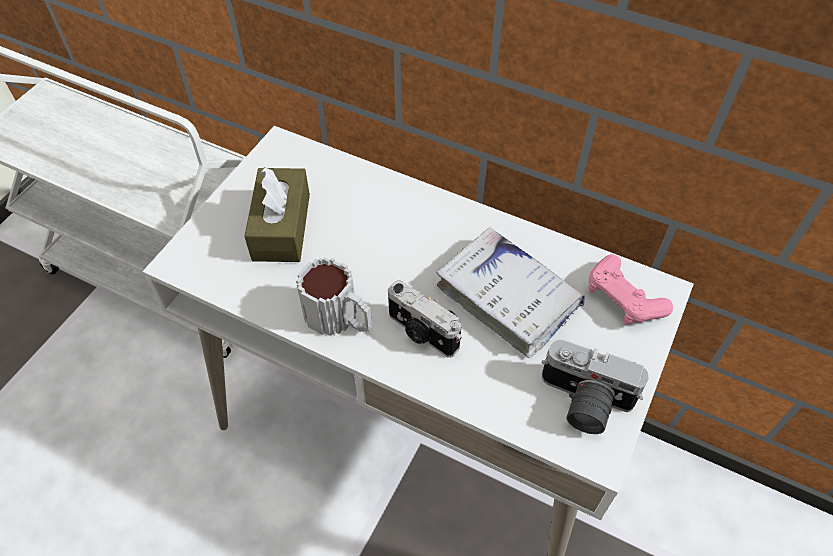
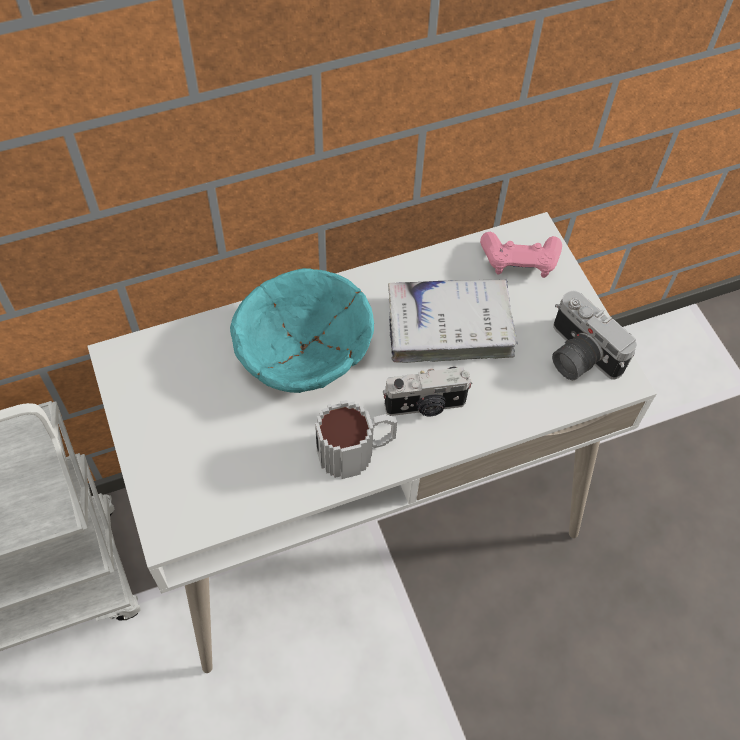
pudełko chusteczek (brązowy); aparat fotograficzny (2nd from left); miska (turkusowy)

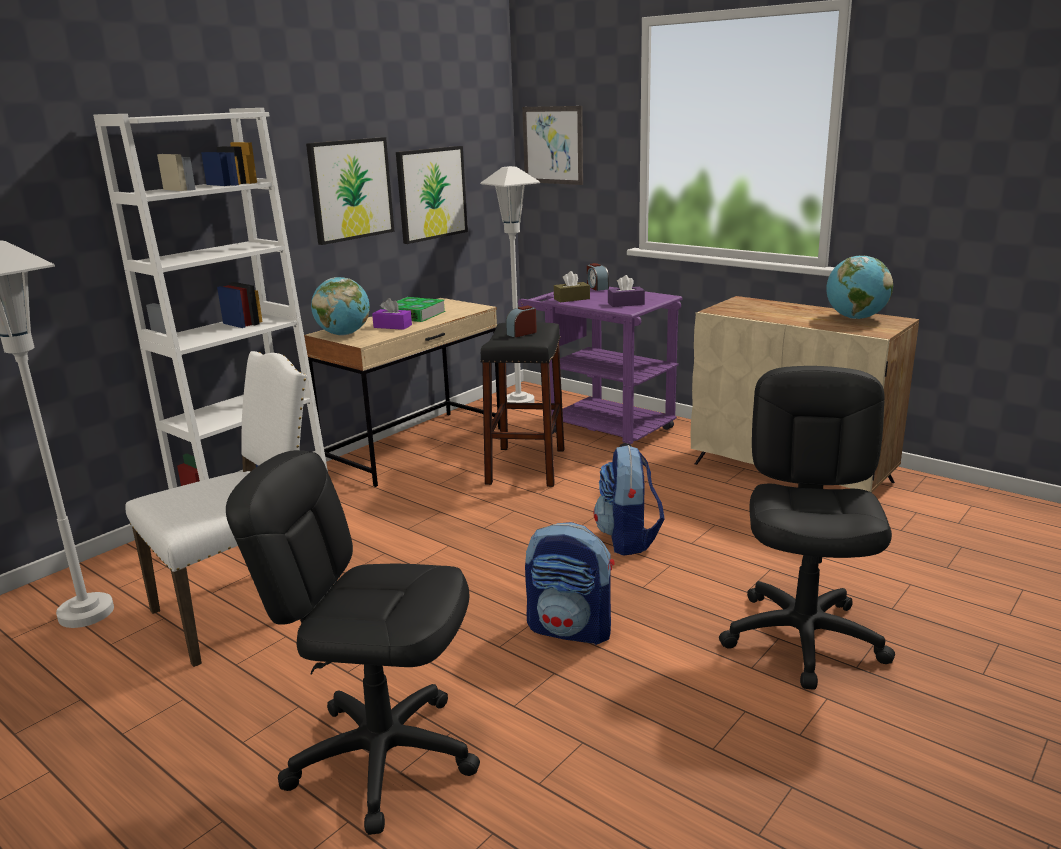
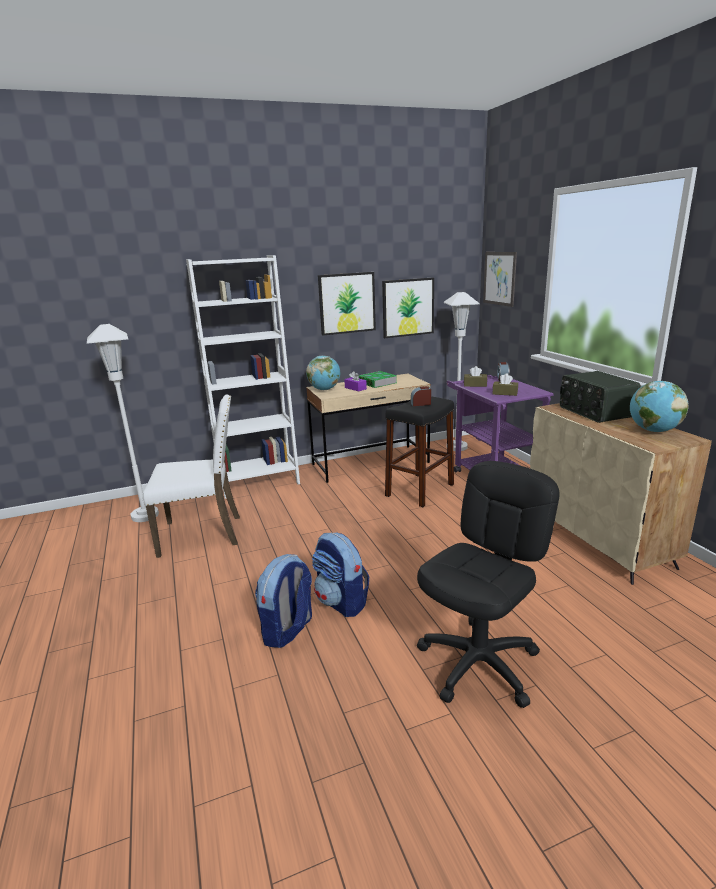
krzesło biurowe (czarny) (1st from left in the first image); plecak (1st from left); pudełko chusteczek (brązowy) (2nd from left); radio

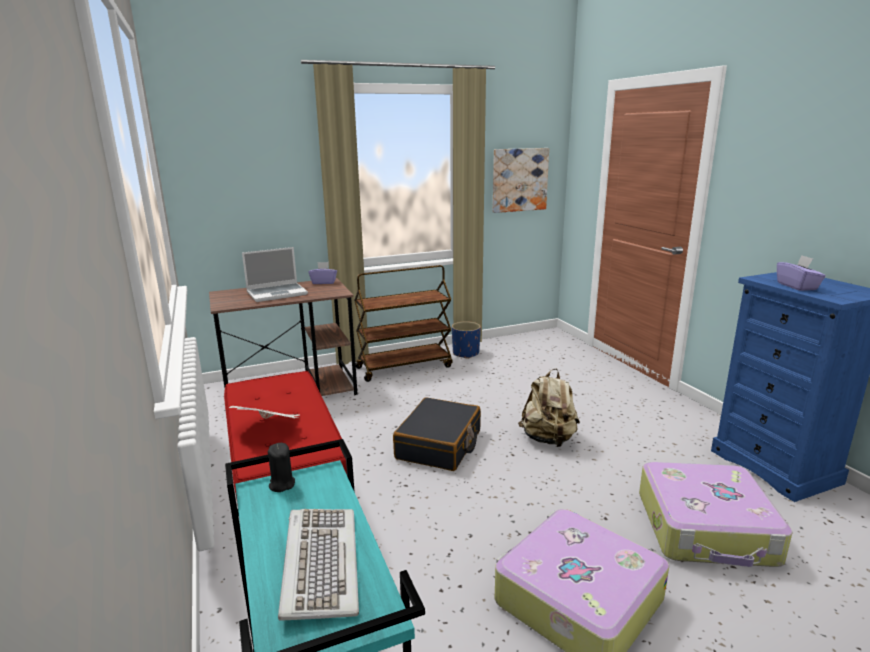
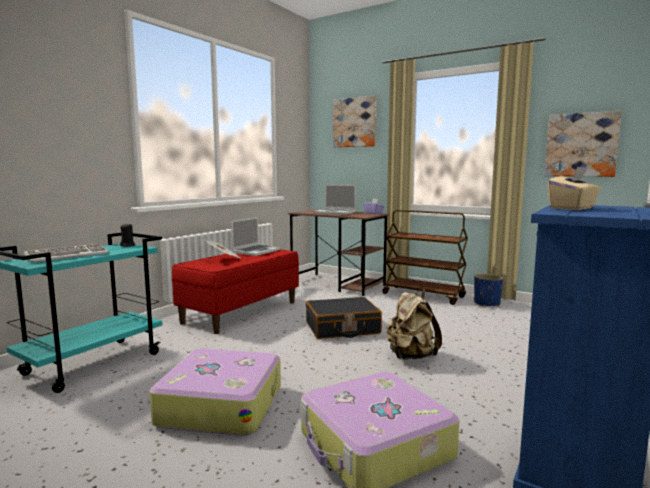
pudełko chusteczek (beżowy); laptop (1st from left); obraz (1st from left)

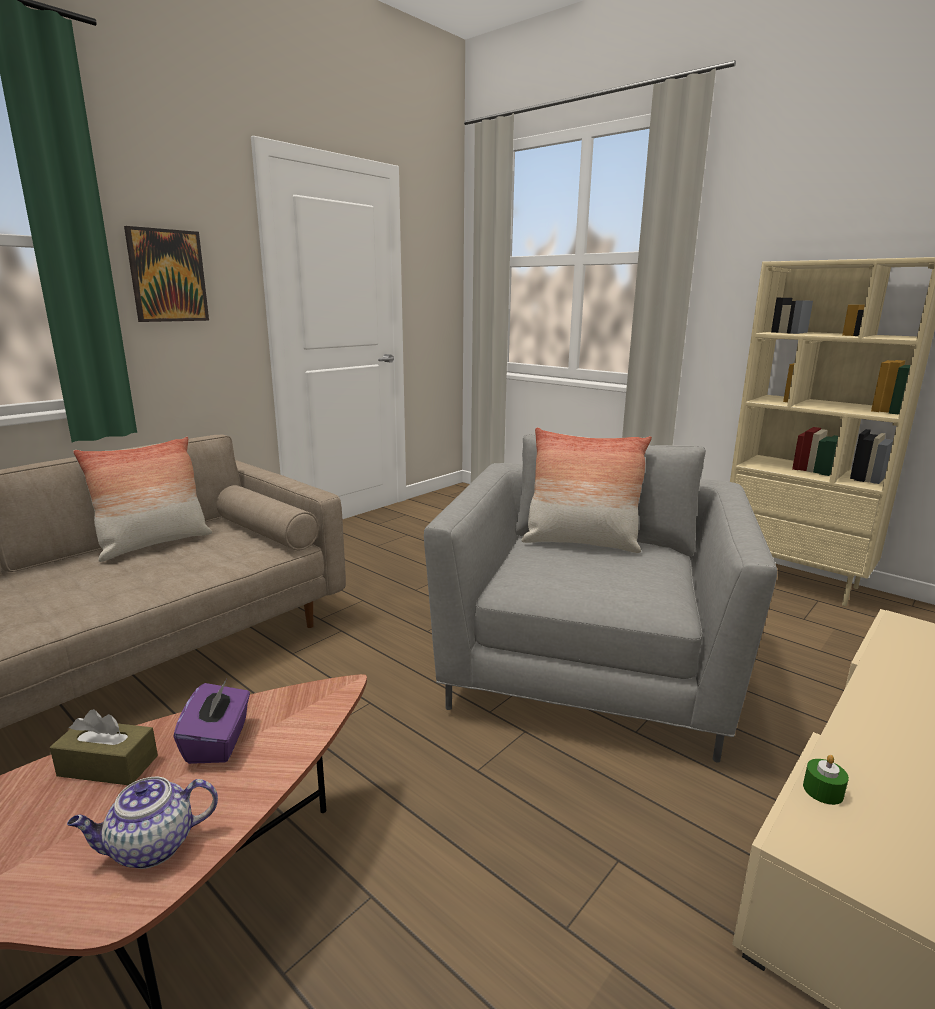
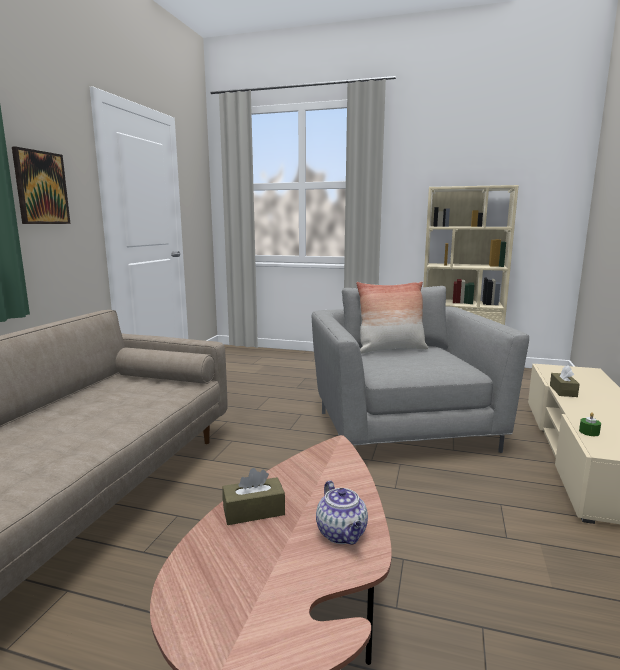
imbryk; poduszka (1st from left in the first image); pudełko chusteczek (fioletowy); pudełko chusteczek (brązowy) (2nd from left)

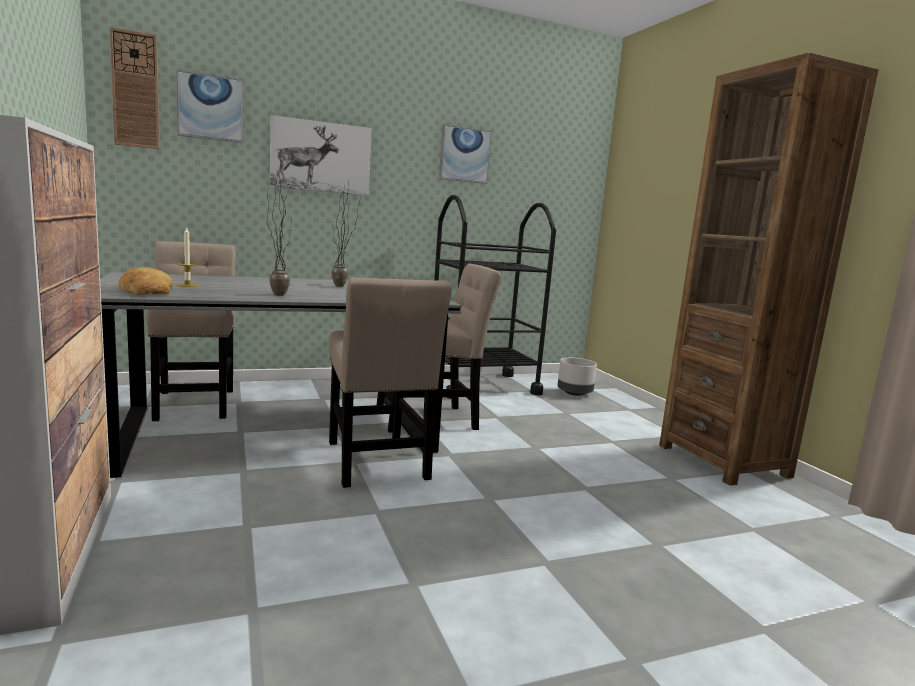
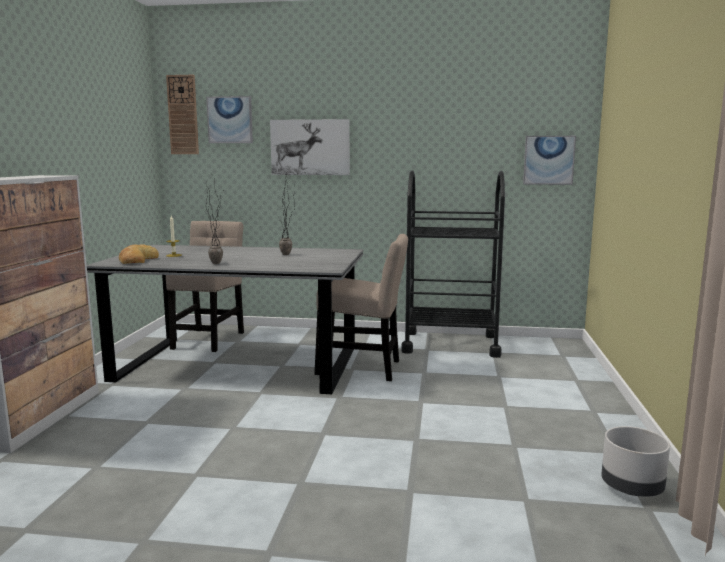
krzesło (beżowy) (2nd from left in the first image); obraz (3rd from left); donica (szary); regał (brązowy)

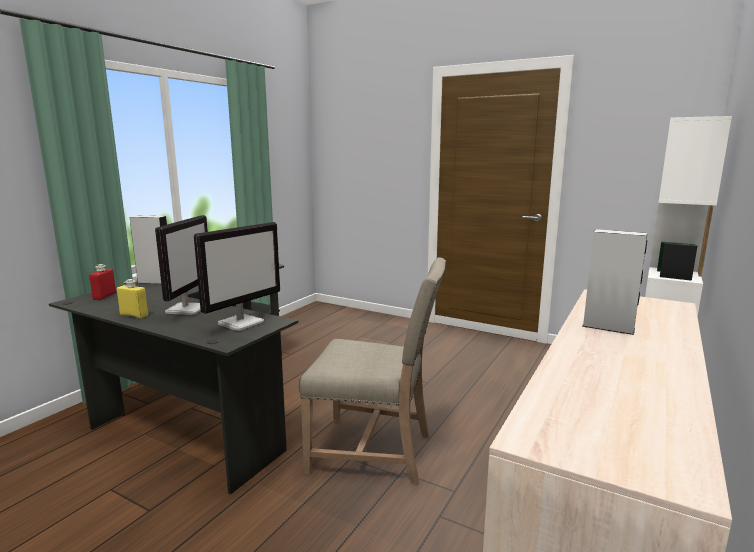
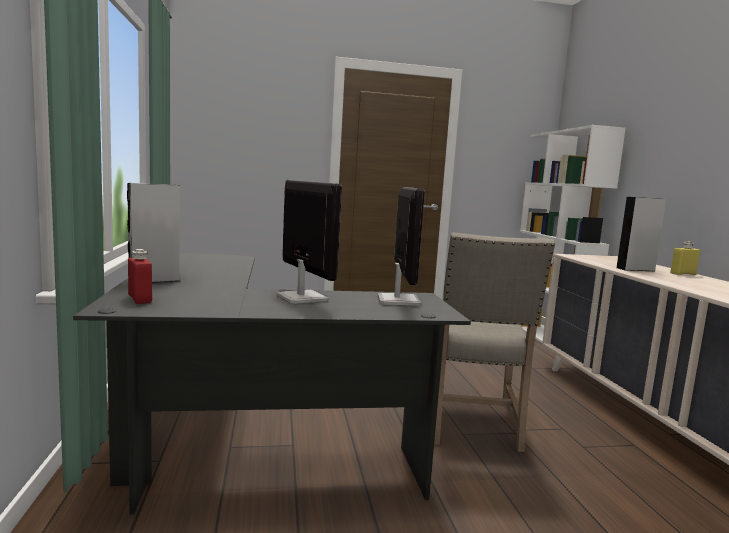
butelka (żółty); krzesło (beżowy)

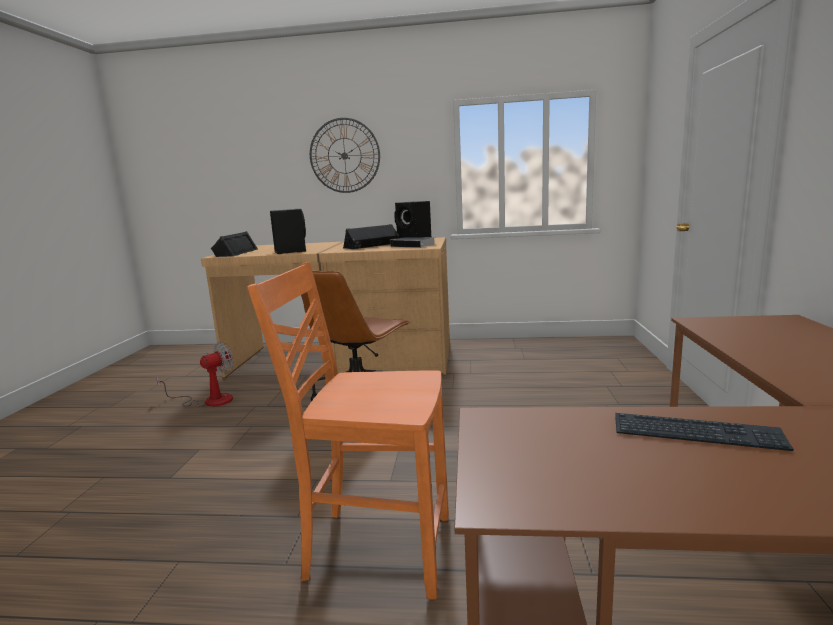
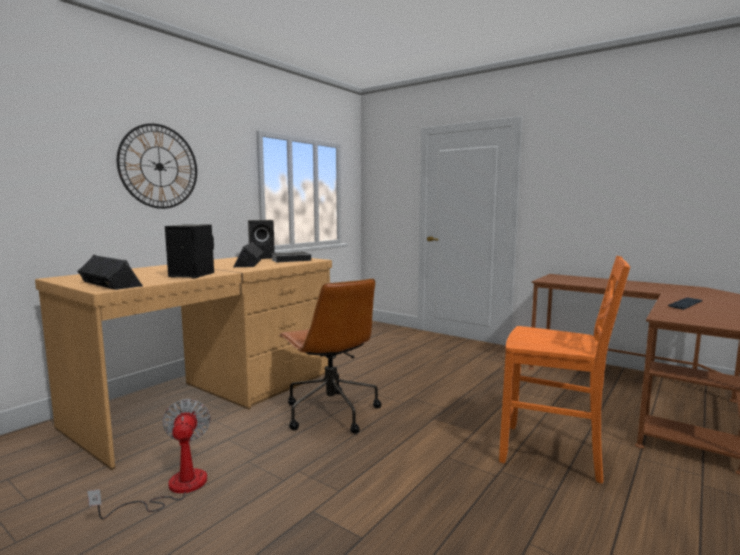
krzesło (pomarańczowy)

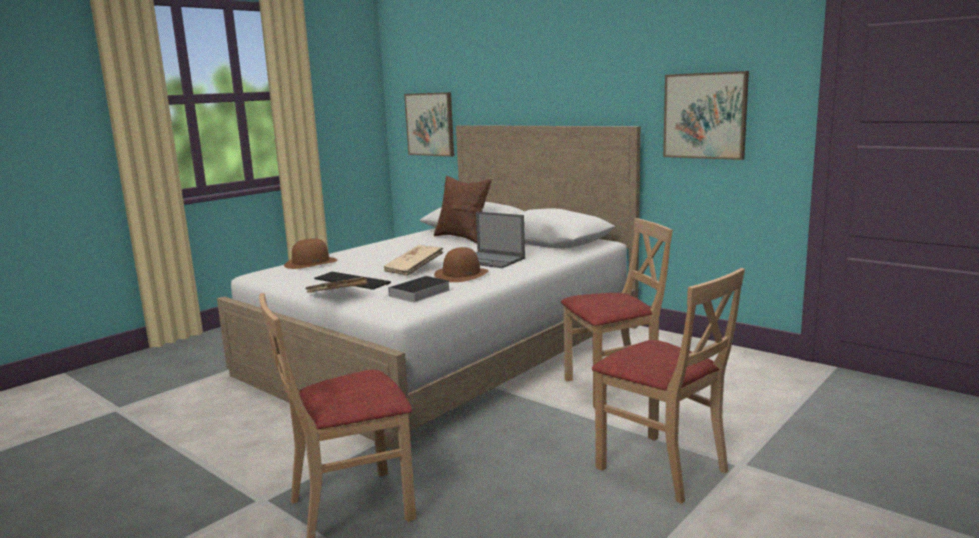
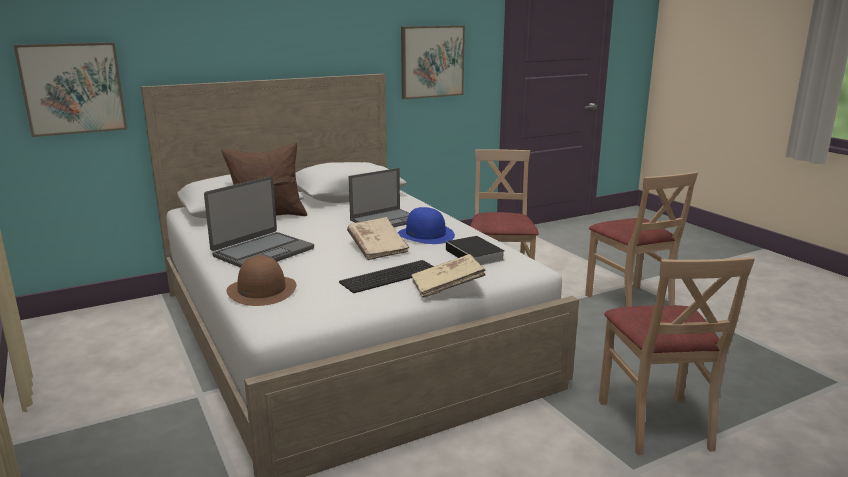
kapelusz (niebieski); krzesło (beżowy) (2nd from left); laptop (1st from left)

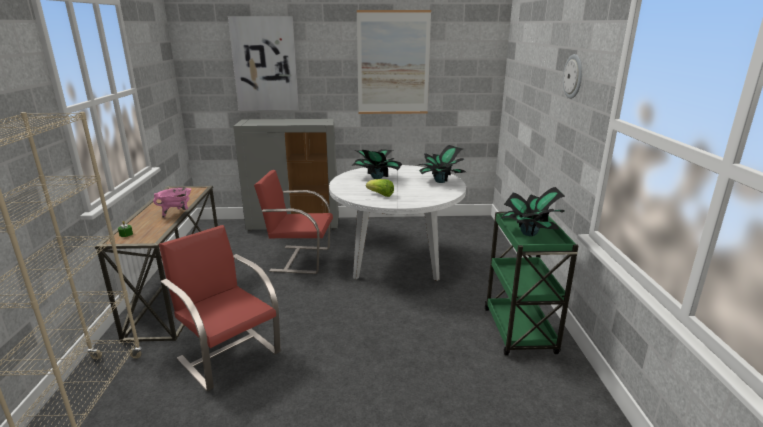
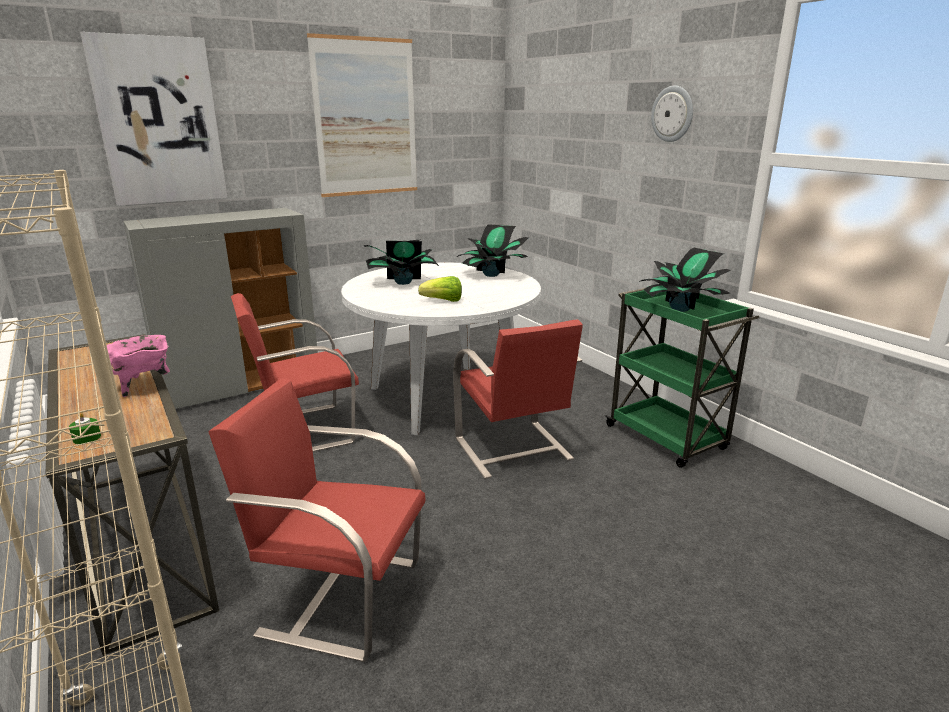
krzesło (czerwony) (3rd from left)

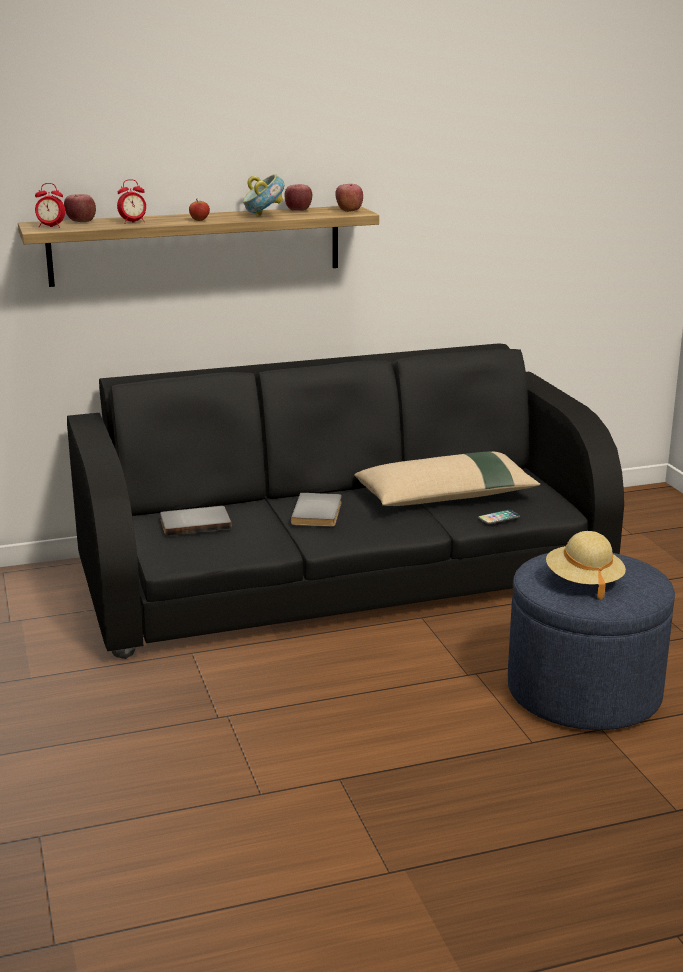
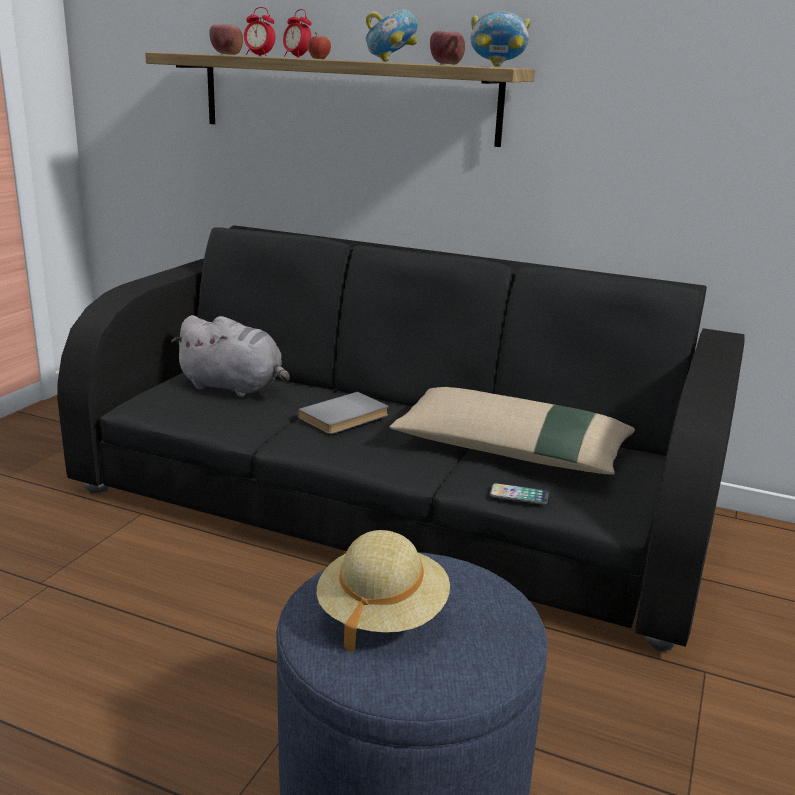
budzik (2nd from left); pluszak (szary); miska (2nd from left)

